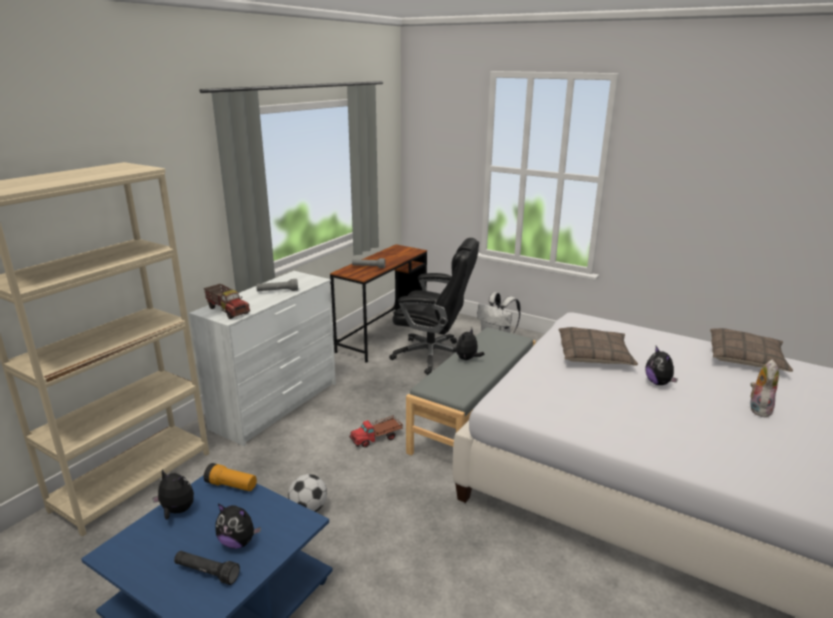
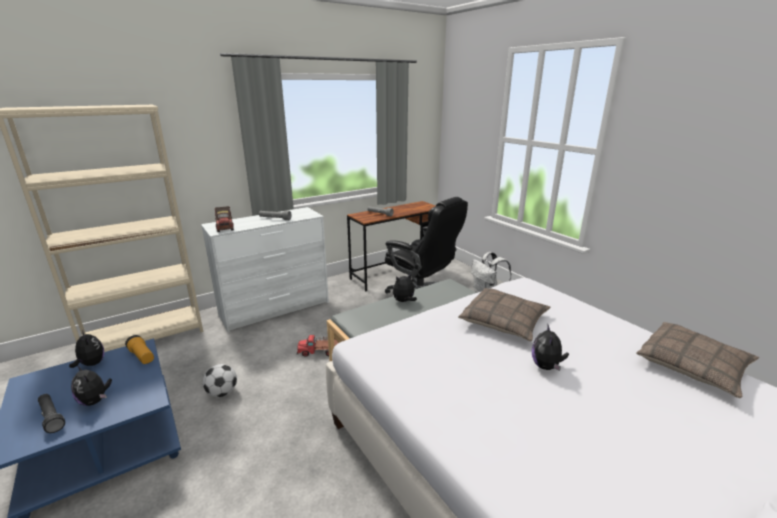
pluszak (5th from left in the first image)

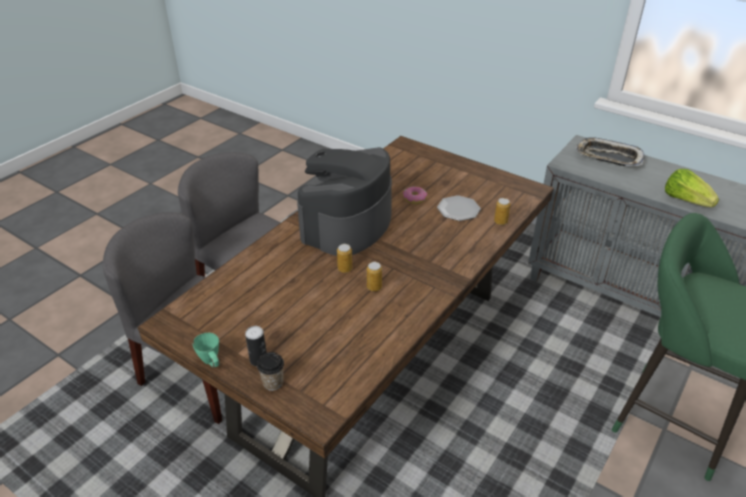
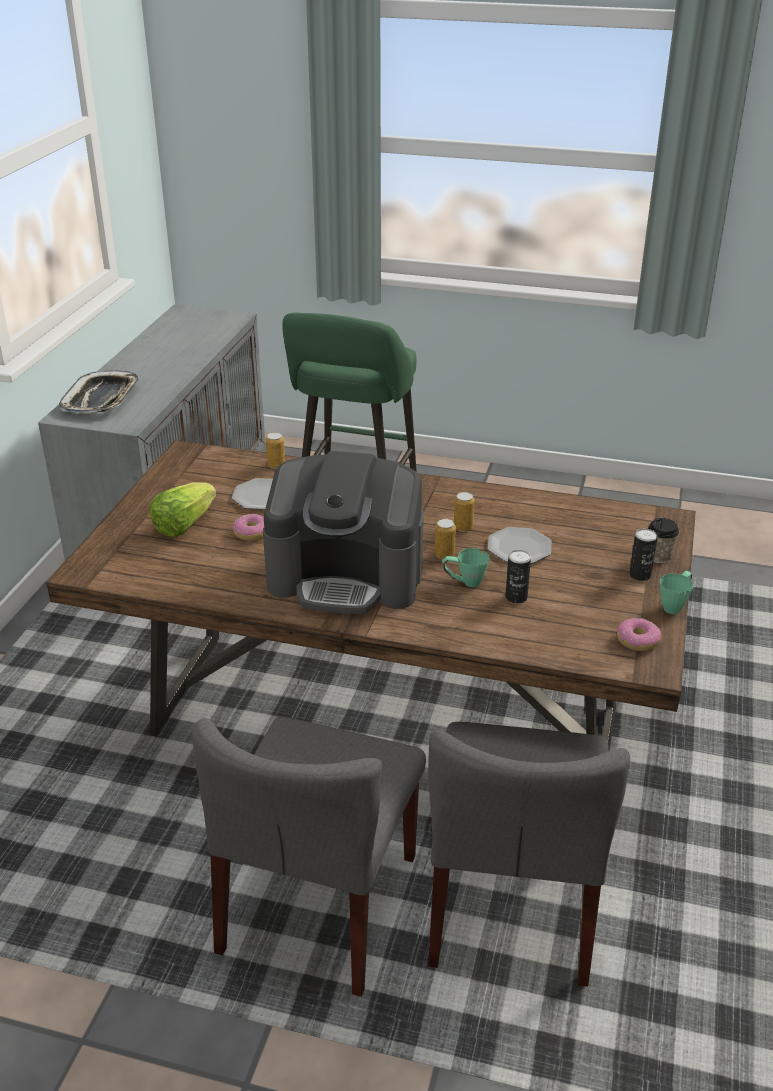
sałata; kubek (zielony) (1st from left); talerz (2nd from left); puszka (4th from left); donut (2nd from left)

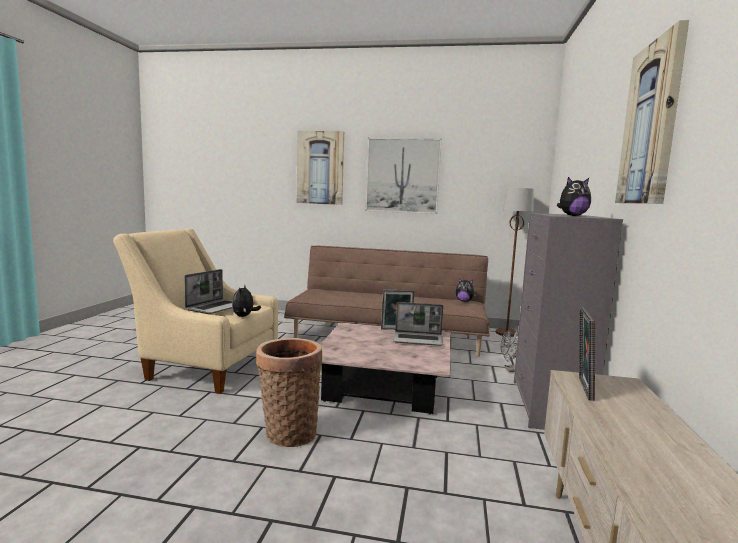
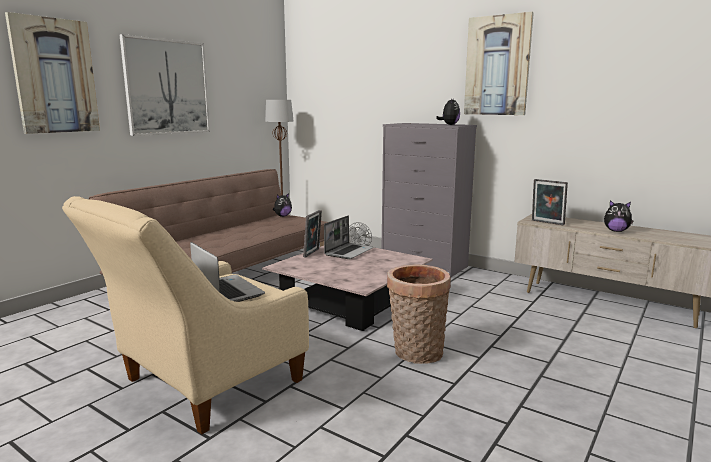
pluszak (3rd from left)

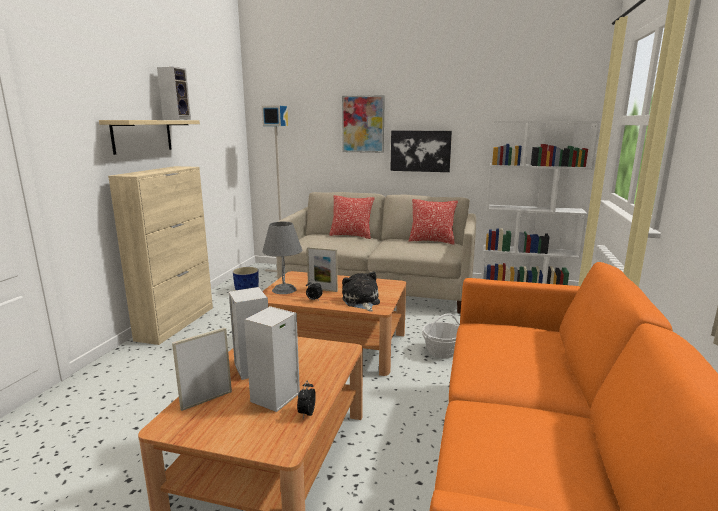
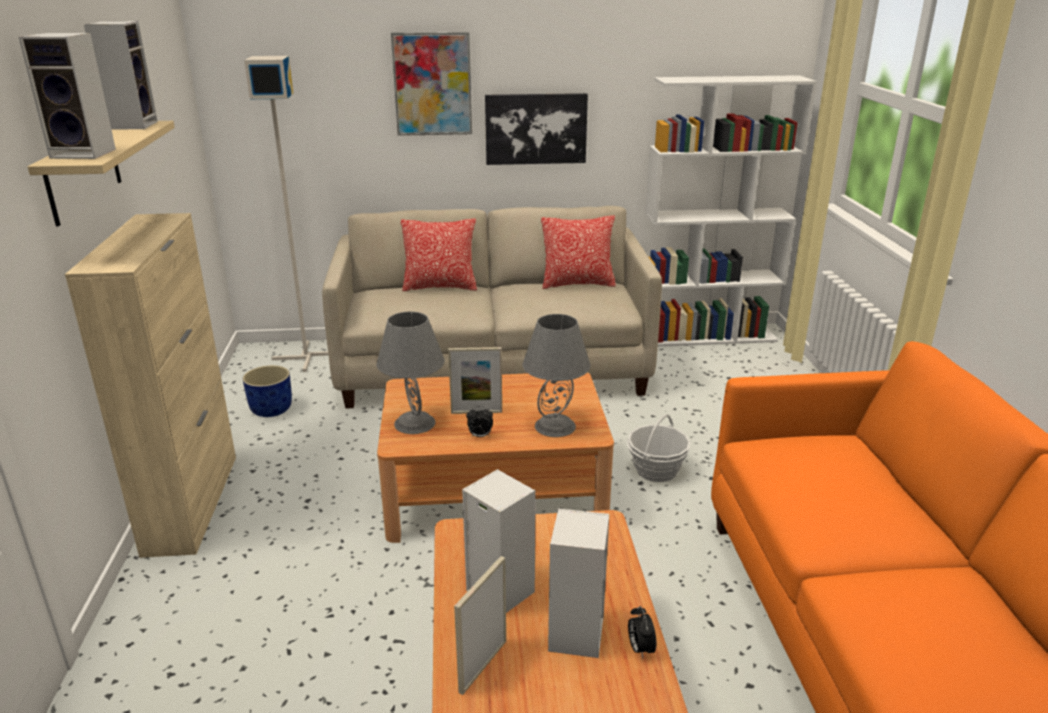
lampa stołowa (szary) (2nd from left); głośnik (1st from left)

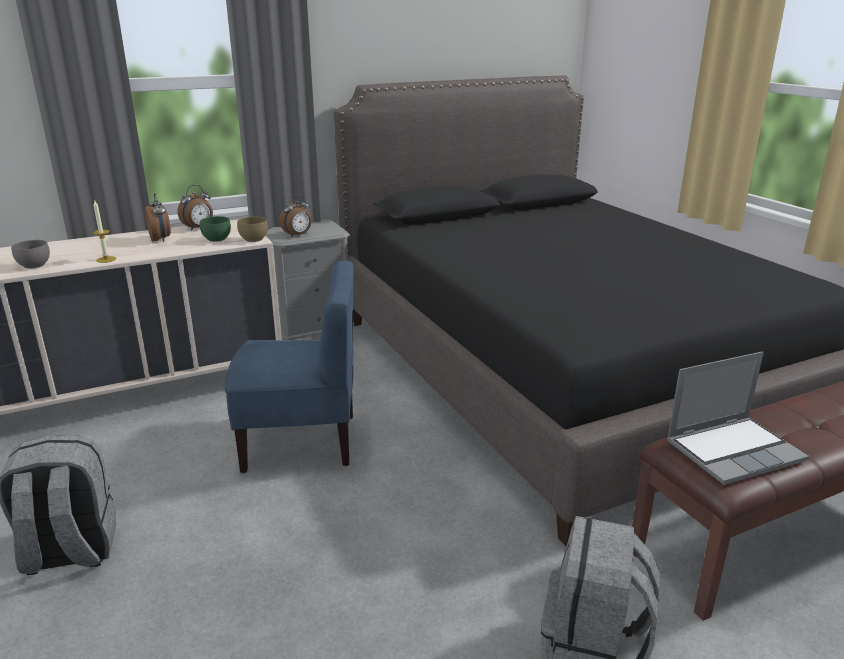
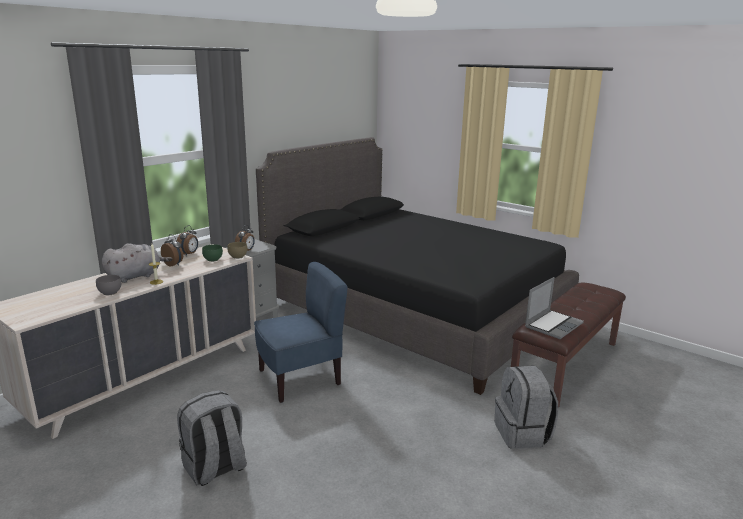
pluszak (szary)

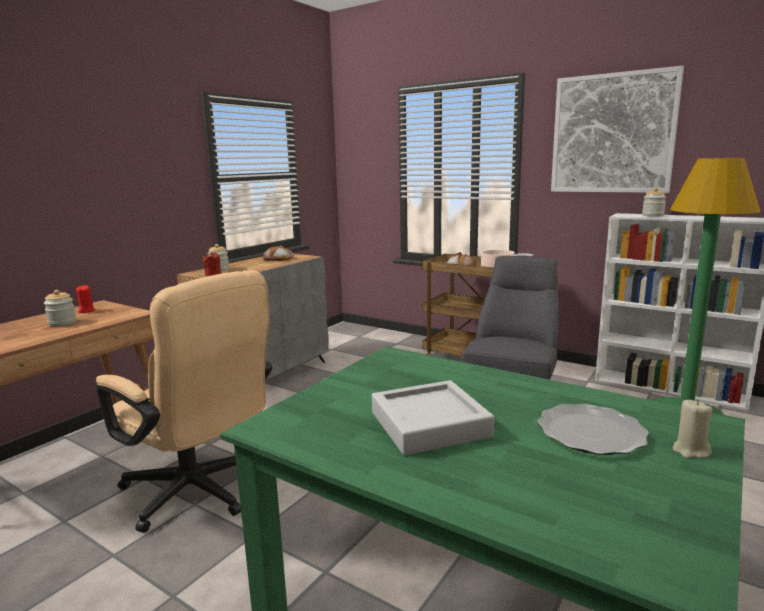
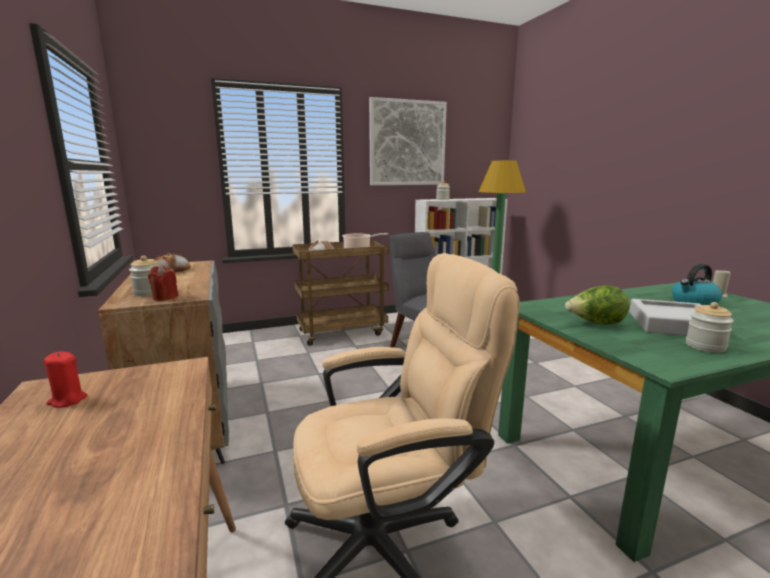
słoik (3rd from left); czajnik; sałata

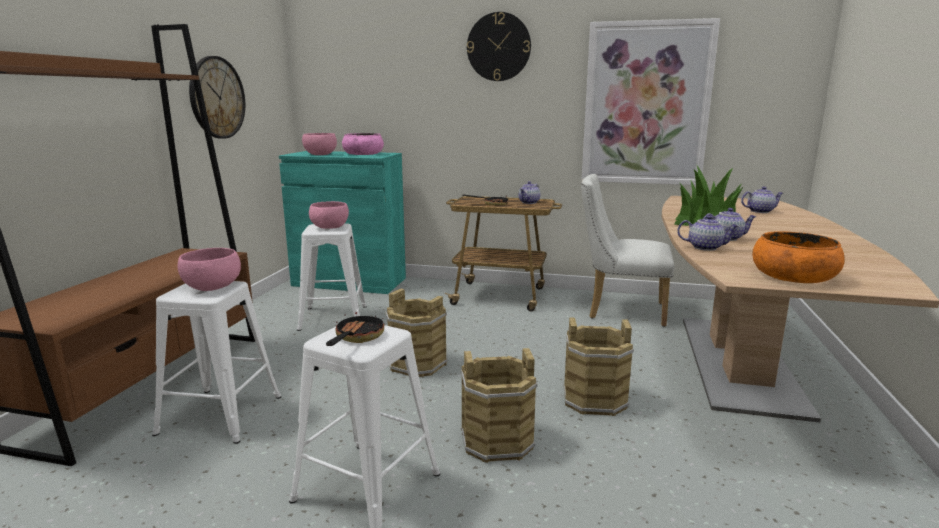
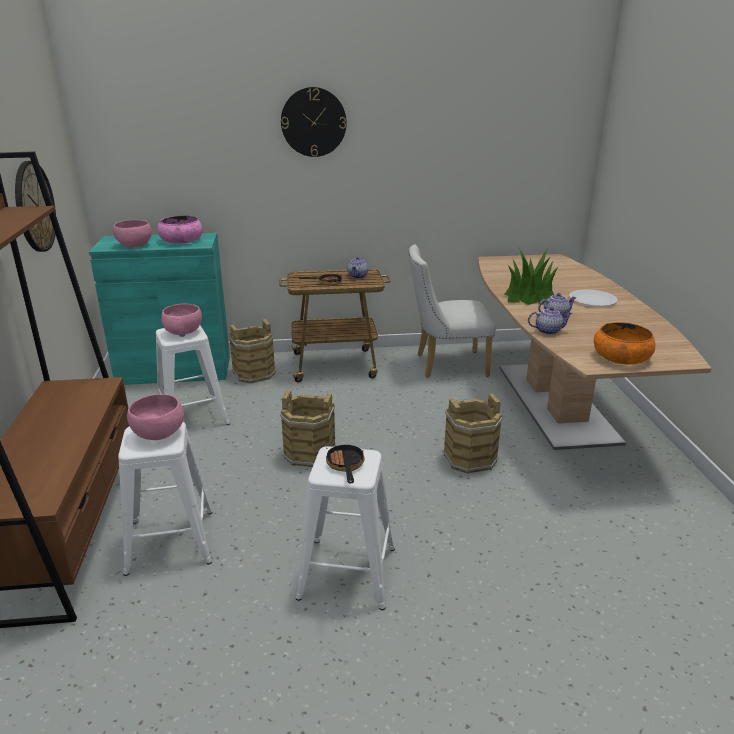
wiadro (brązowy) (1st from left); obraz; imbryk (4th from left in the first image); talerz (biały)

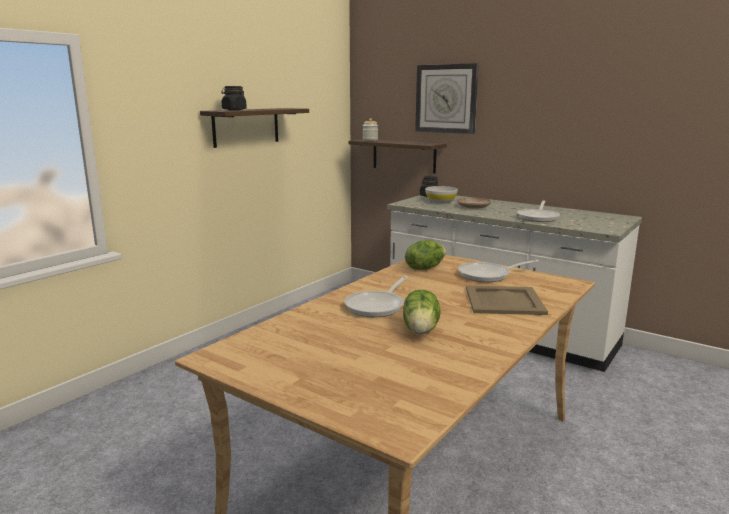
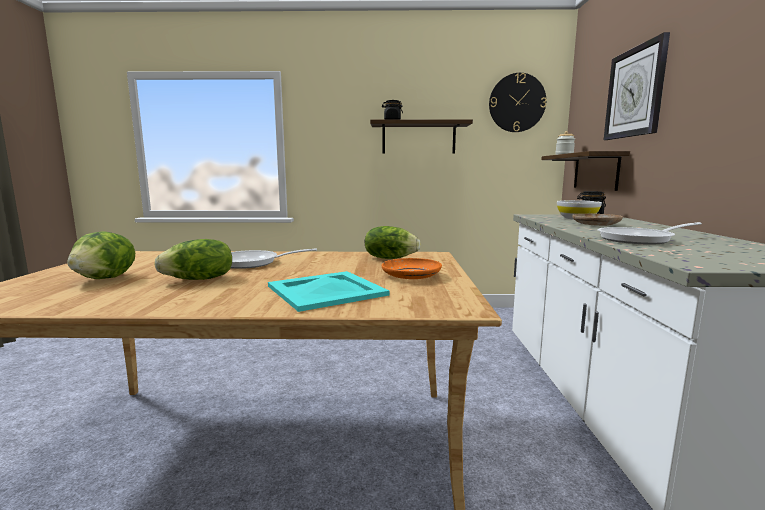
talerz (pomarańczowy); taca (turkusowy); sałata (1st from left); zegar ścienny (1st from left)

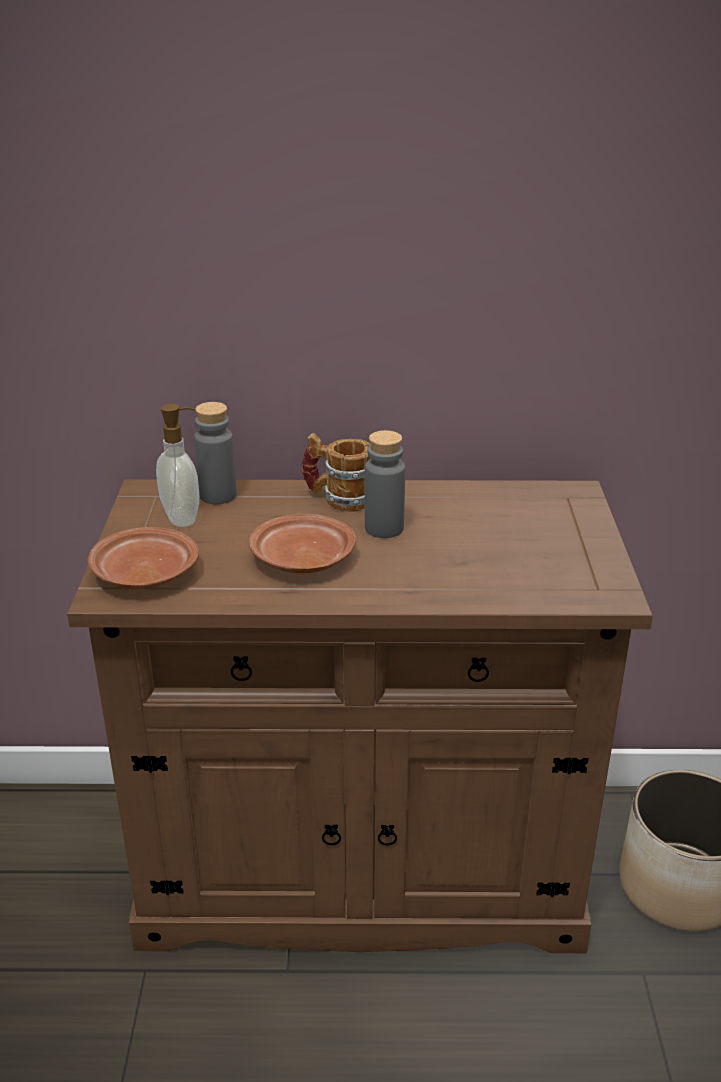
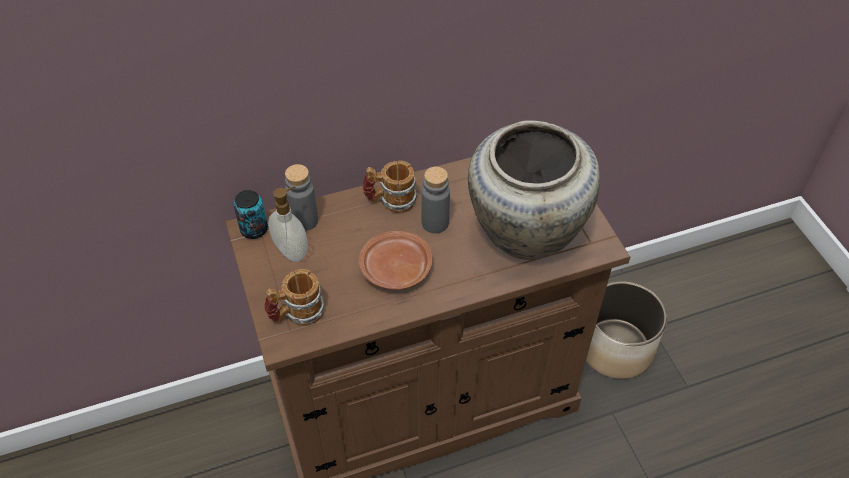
kubek (1st from left); puszka; wazon (beżowy)

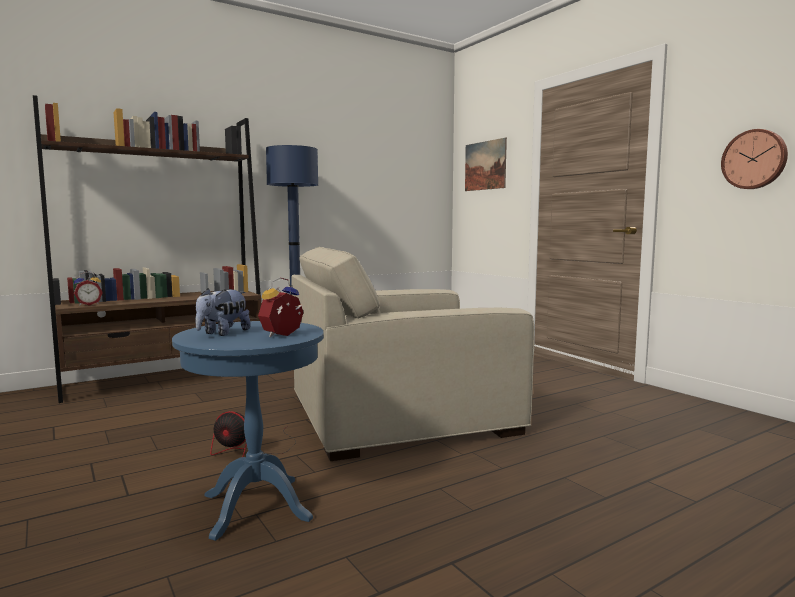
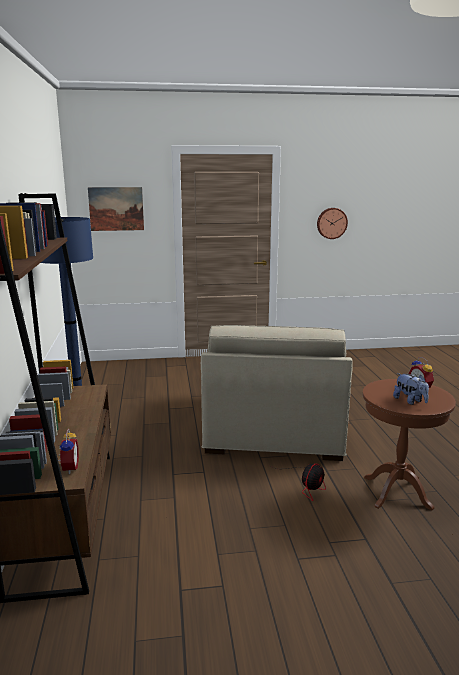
stolik (brązowy)

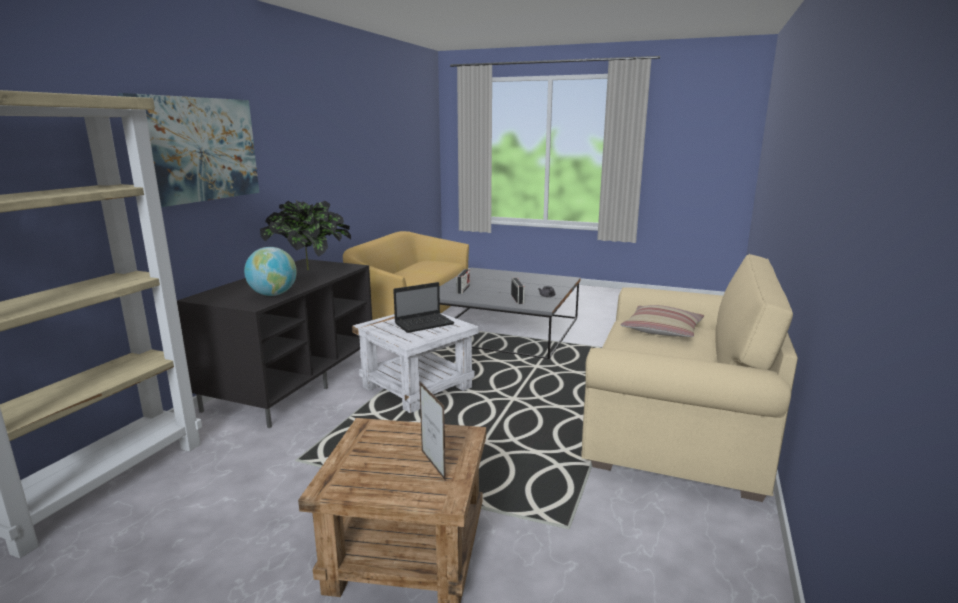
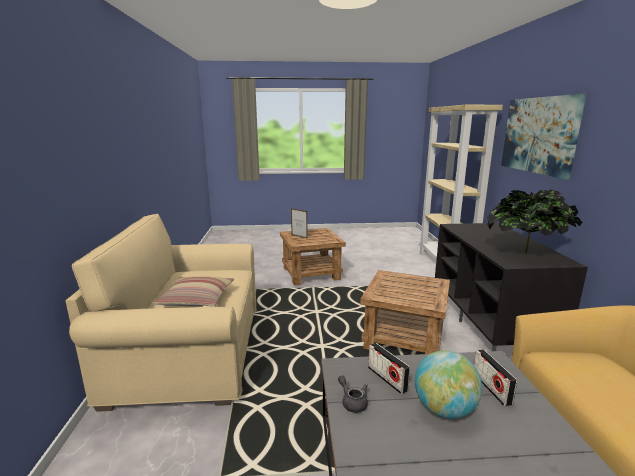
globus; stolik (brązowy) (2nd from left); laptop

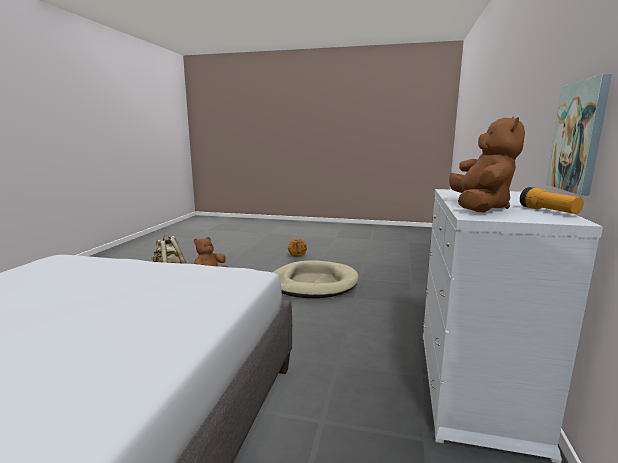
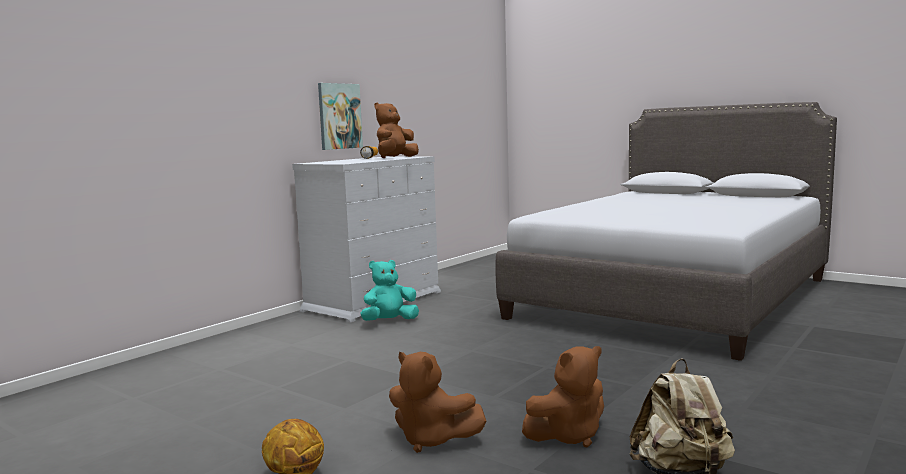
legowisko (beżowy); pluszak (turkusowy); pluszak (brązowy) (2nd from left)

